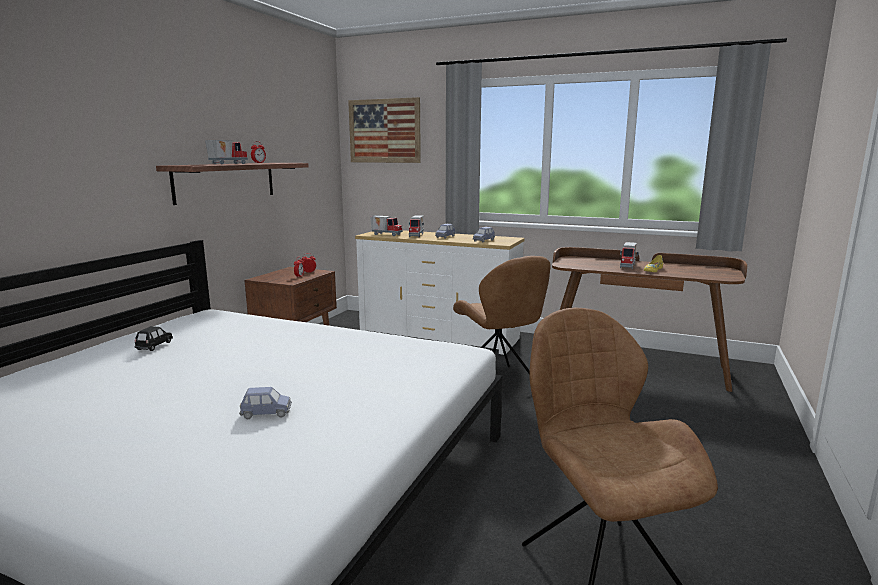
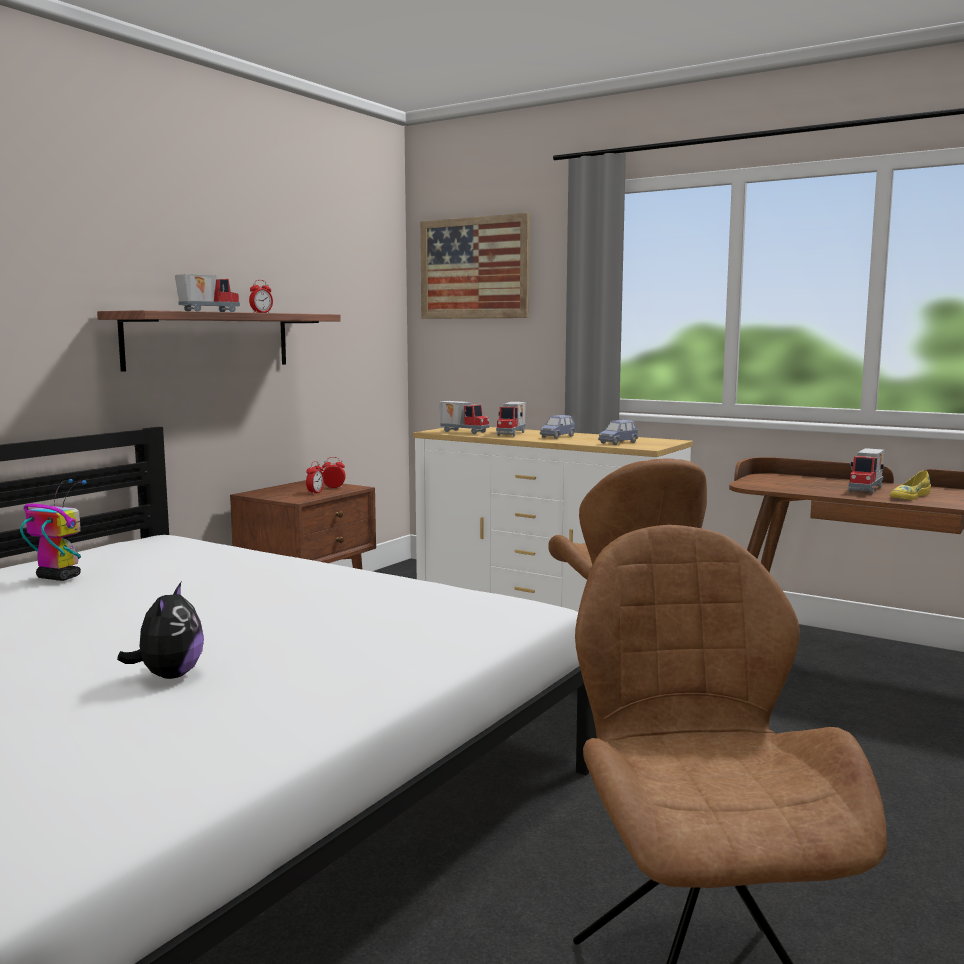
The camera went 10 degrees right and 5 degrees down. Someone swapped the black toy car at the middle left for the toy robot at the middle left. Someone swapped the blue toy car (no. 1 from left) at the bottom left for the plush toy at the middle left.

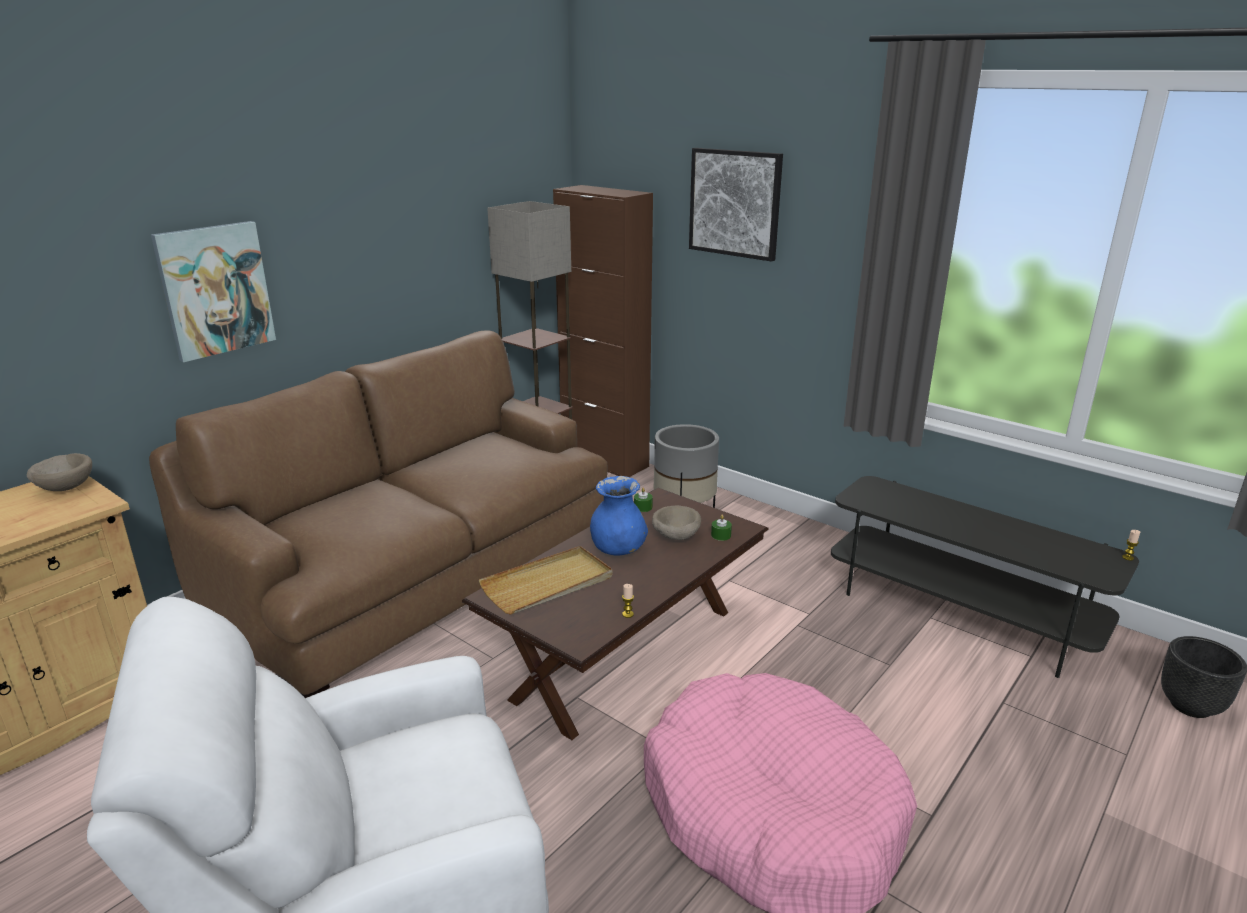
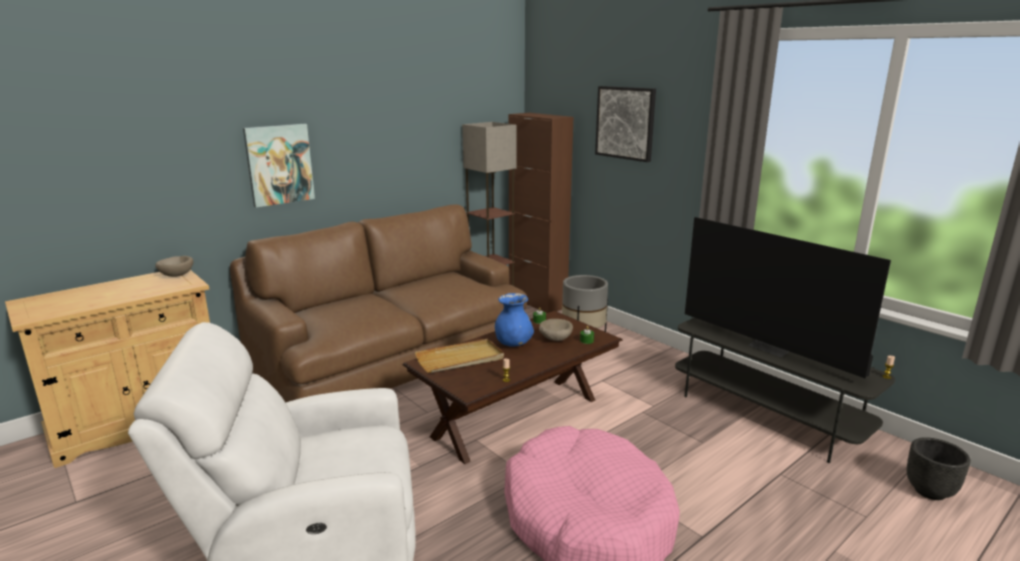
The camera went 10 degrees right and 5 degrees down. Someone put down the television at the middle right.

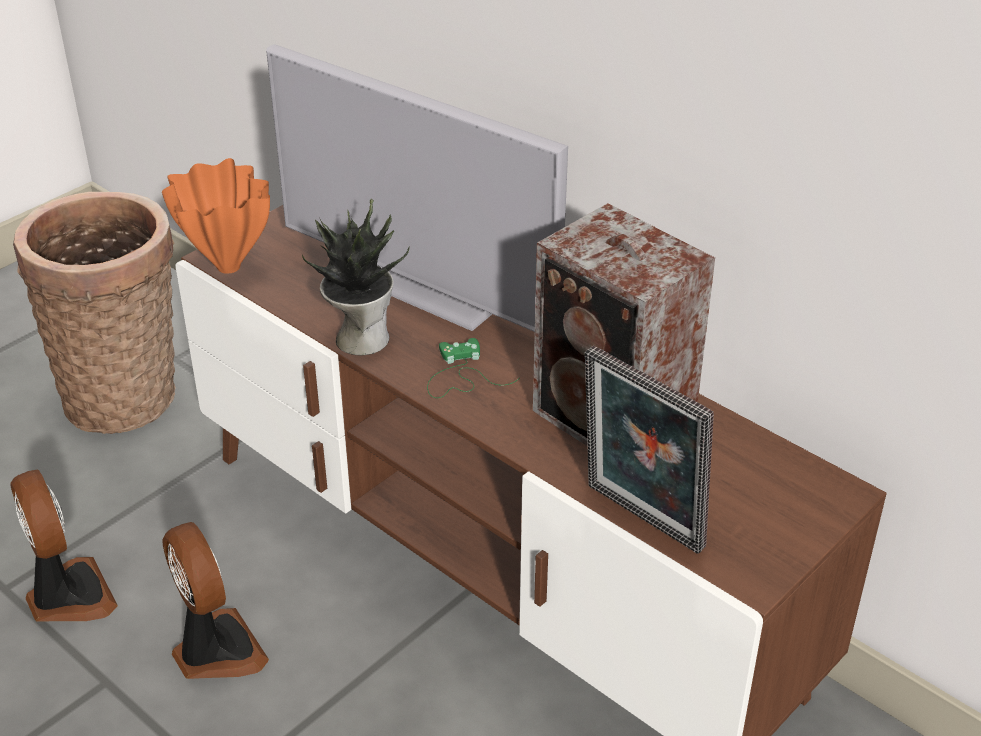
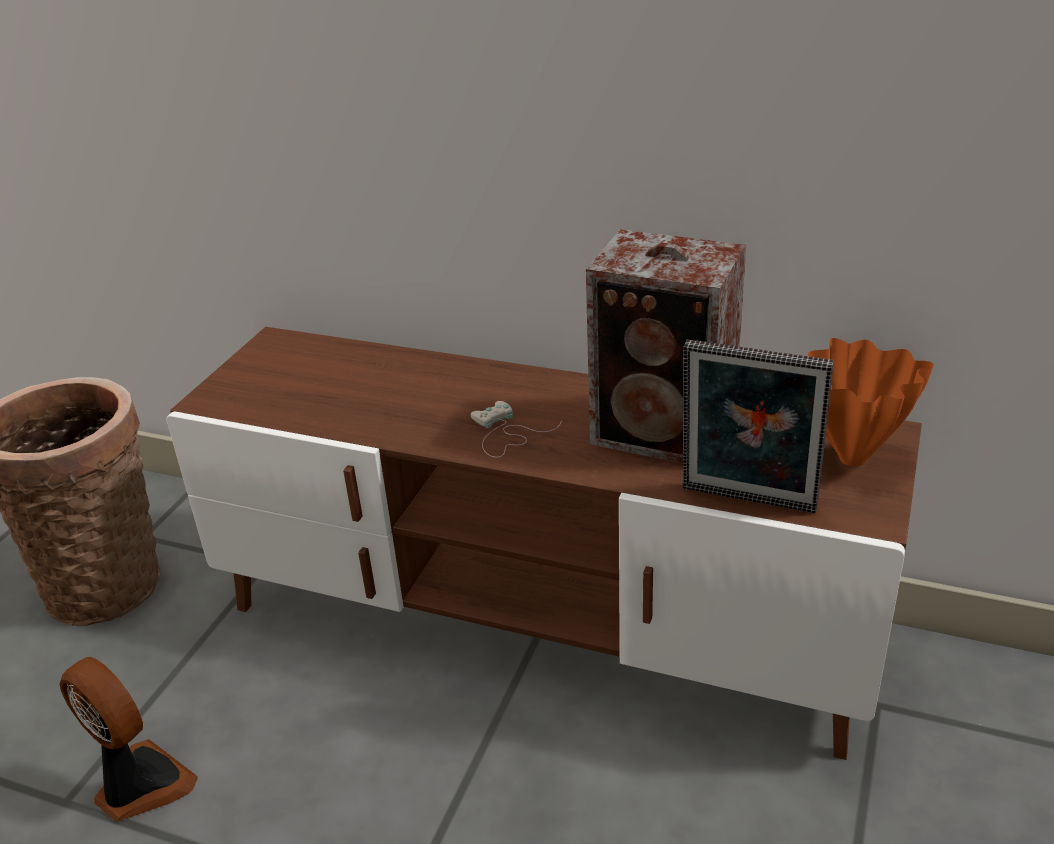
The camera went 20 degrees left and 5 degrees down. Someone repainted the green game controller at the centre, which became the white game controller at the centre. Someone carried the orange vase from the top left to the middle right. Someone took away the fan (no. 2 from left) at the bottom left. Someone took away the television at the top centre. Someone took away the potted plant at the centre.

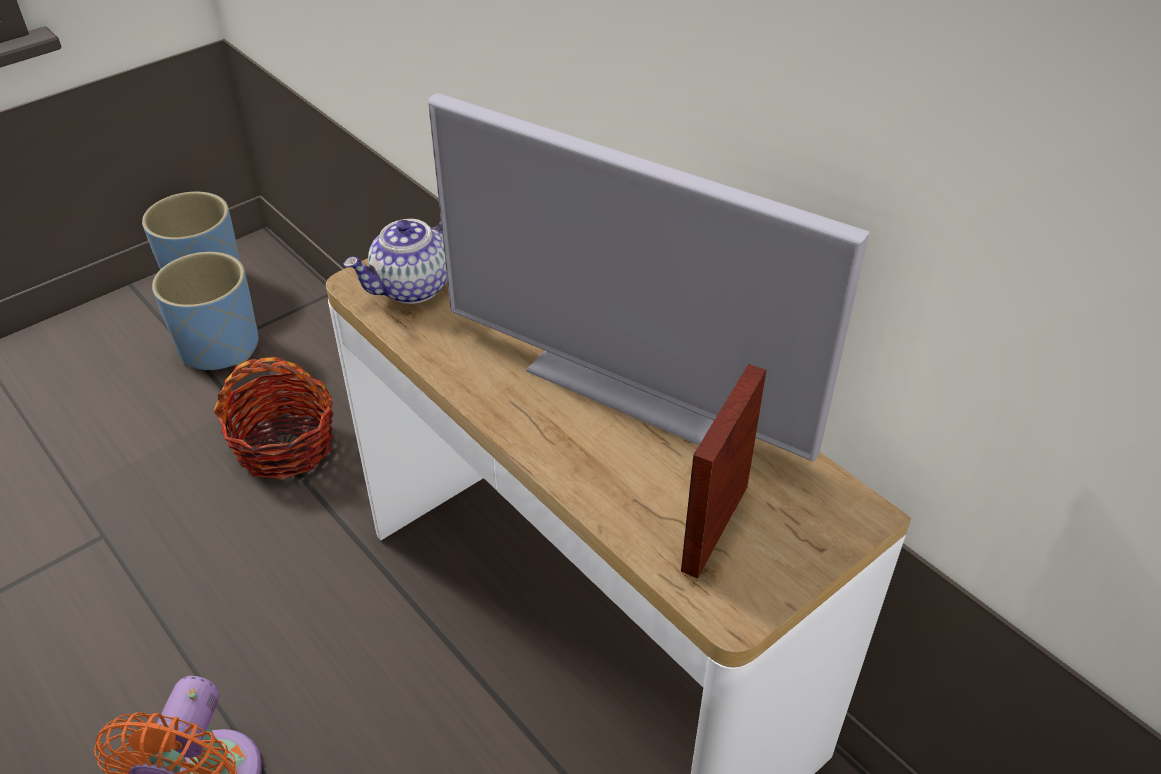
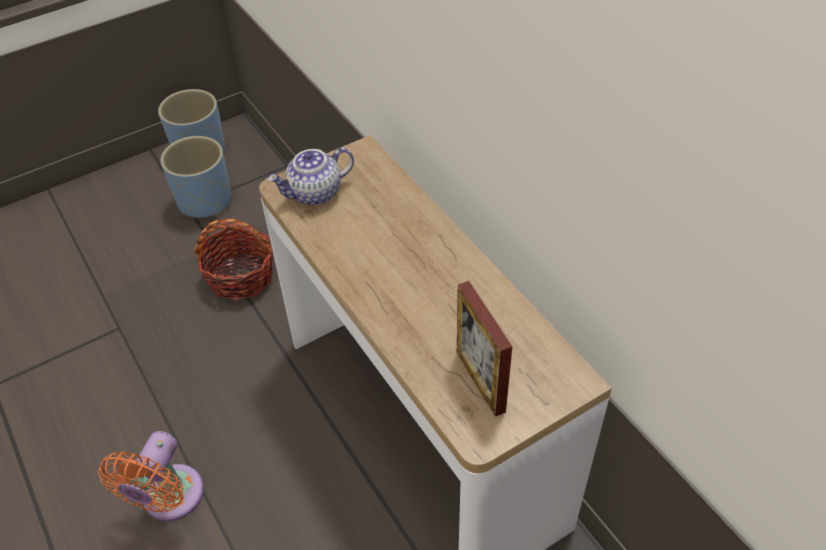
The camera went 10 degrees right and 5 degrees up. Someone rotated the picture frame at the centre by 60 degrees counterclockwise. Someone took away the television at the centre.

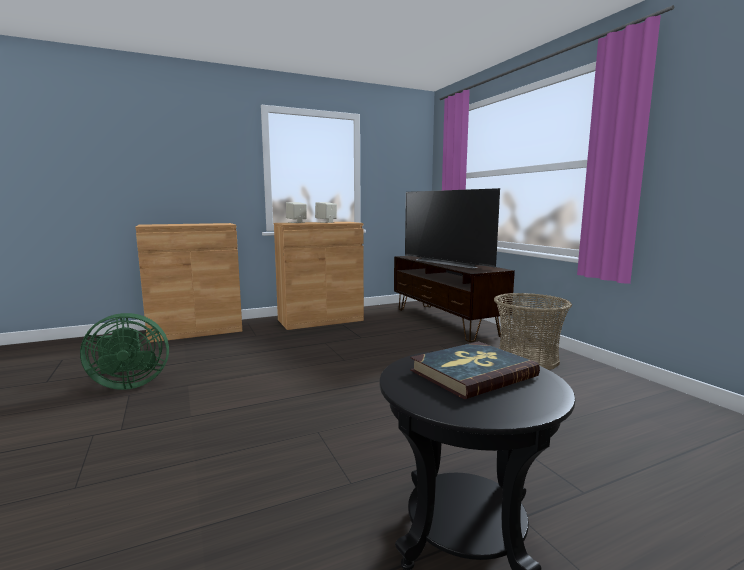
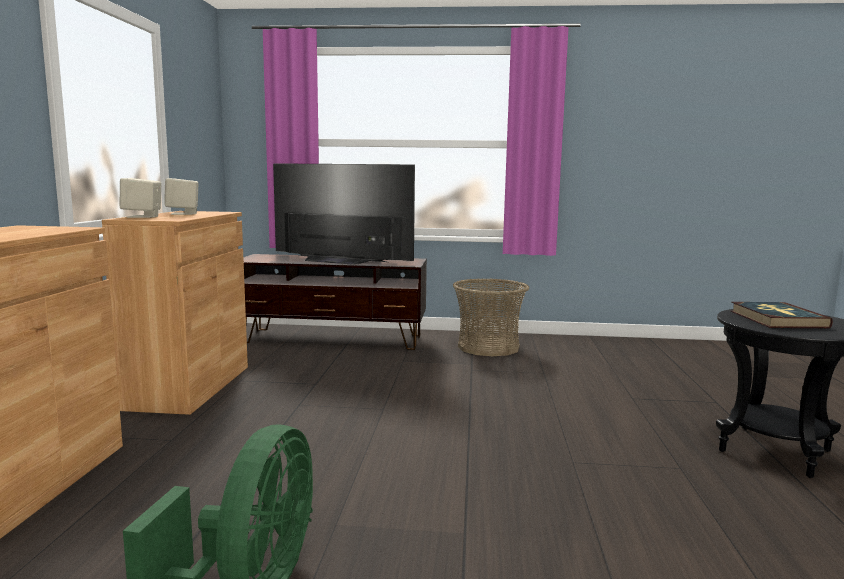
The camera went 60 degrees left and 0 degrees up. Someone rotated the television at the centre by 150 degrees counterclockwise.

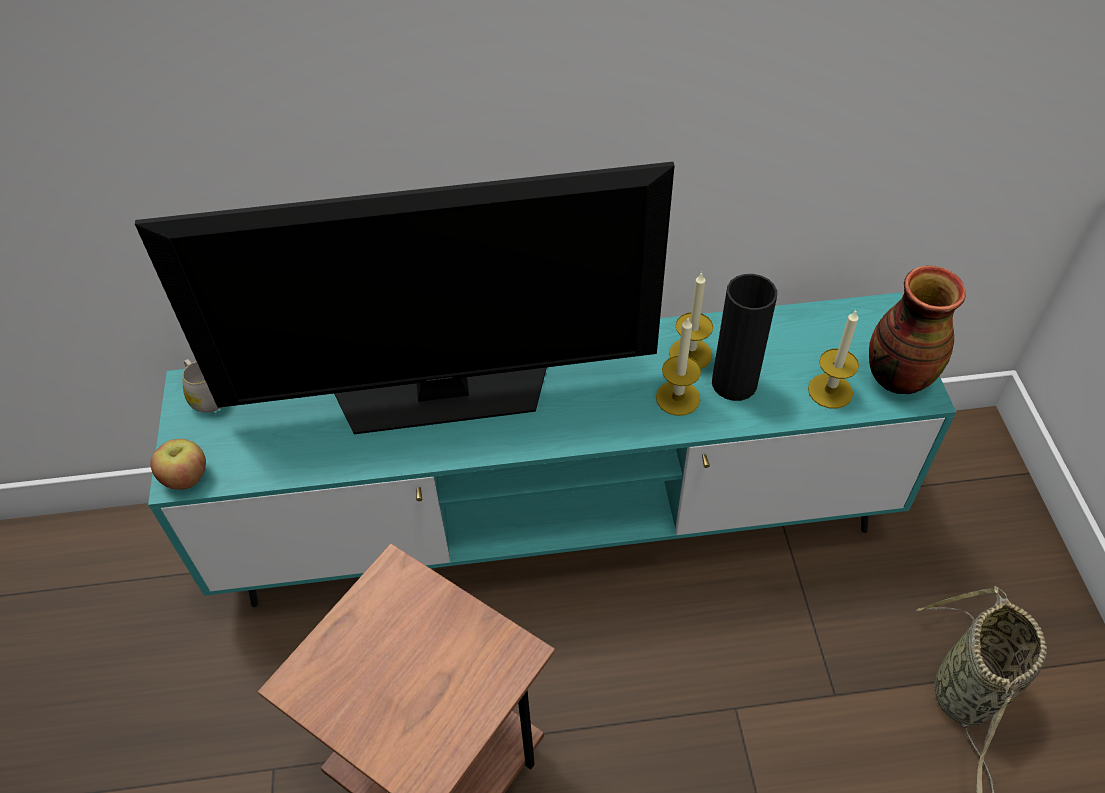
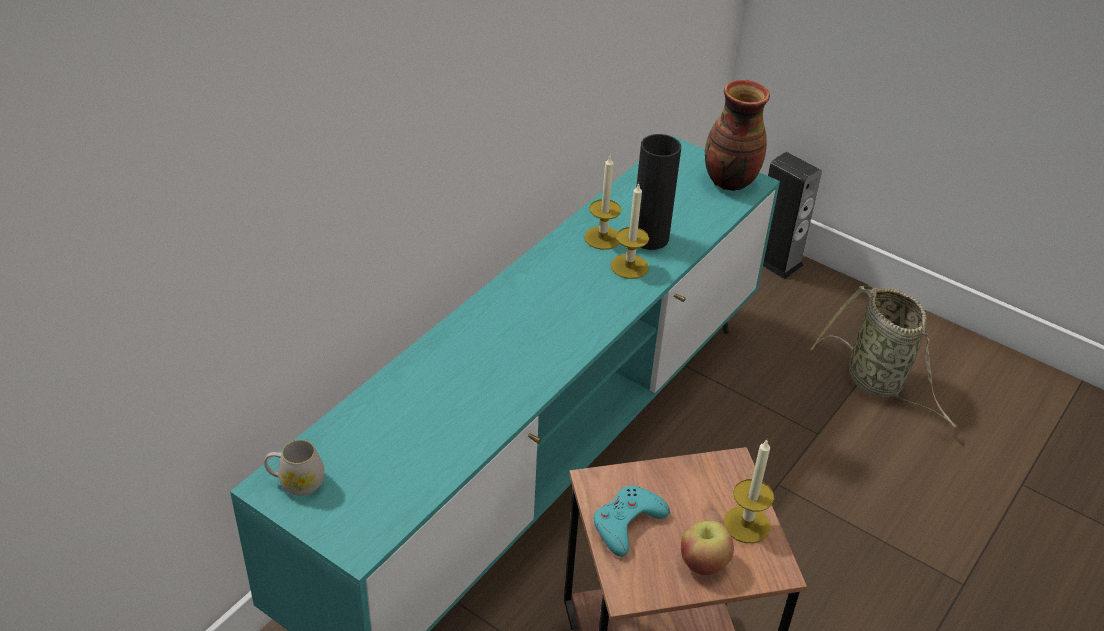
The camera went 50 degrees left and 10 degrees down. Someone put down the turquoise game controller at the bottom centre. Someone carried the apple from the middle left to the bottom centre. Someone carried the candle (no. 3 from left) from the middle right to the bottom right. Someone put down the speaker at the middle right. Someone took away the television at the centre.

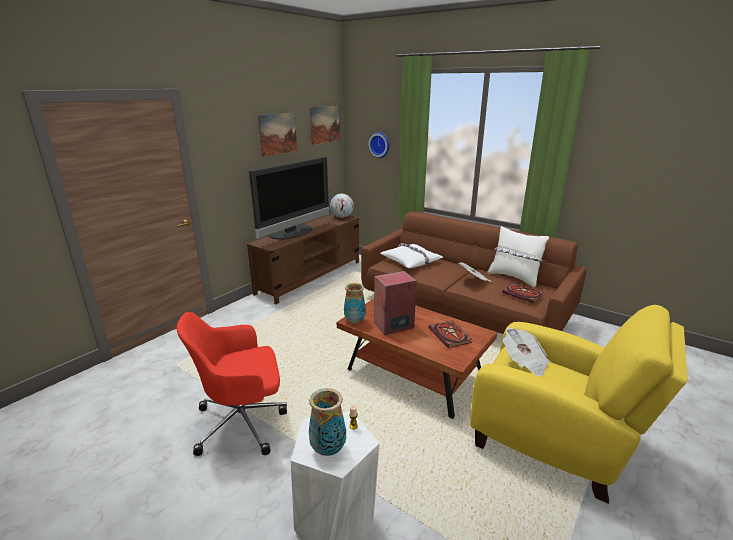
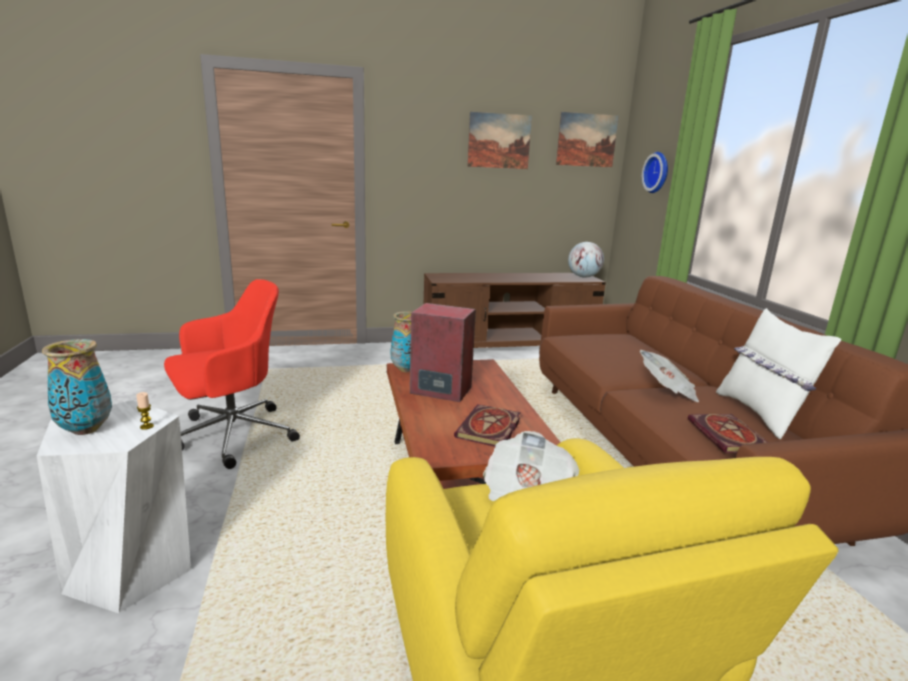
The camera went 40 degrees right and 5 degrees down. Someone rotated the red office chair at the bottom left by 120 degrees clockwise. Someone took away the television at the centre. Someone took away the white pillow (no. 1 from left) at the centre.

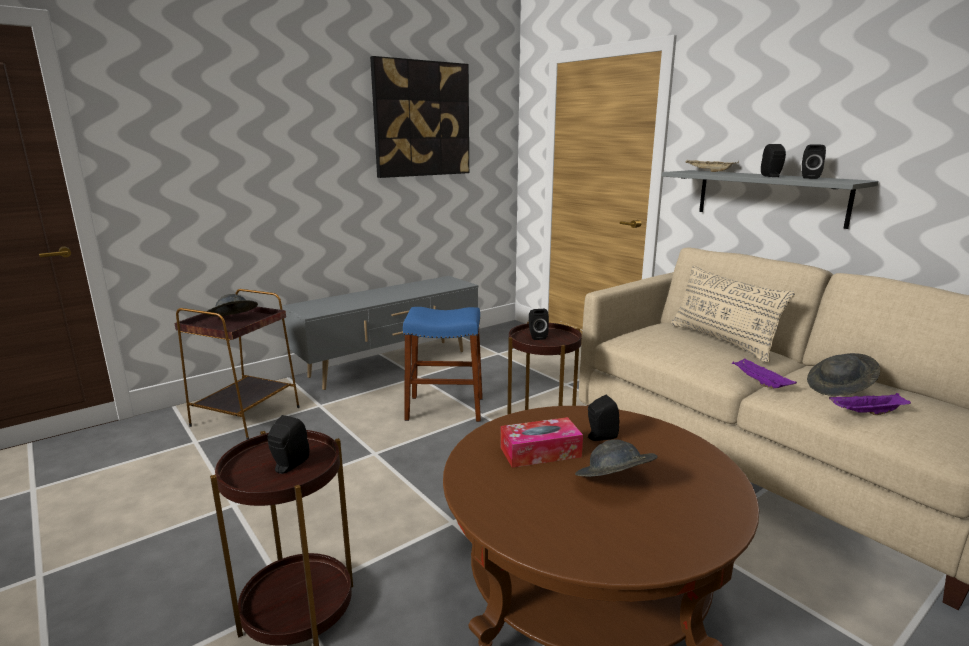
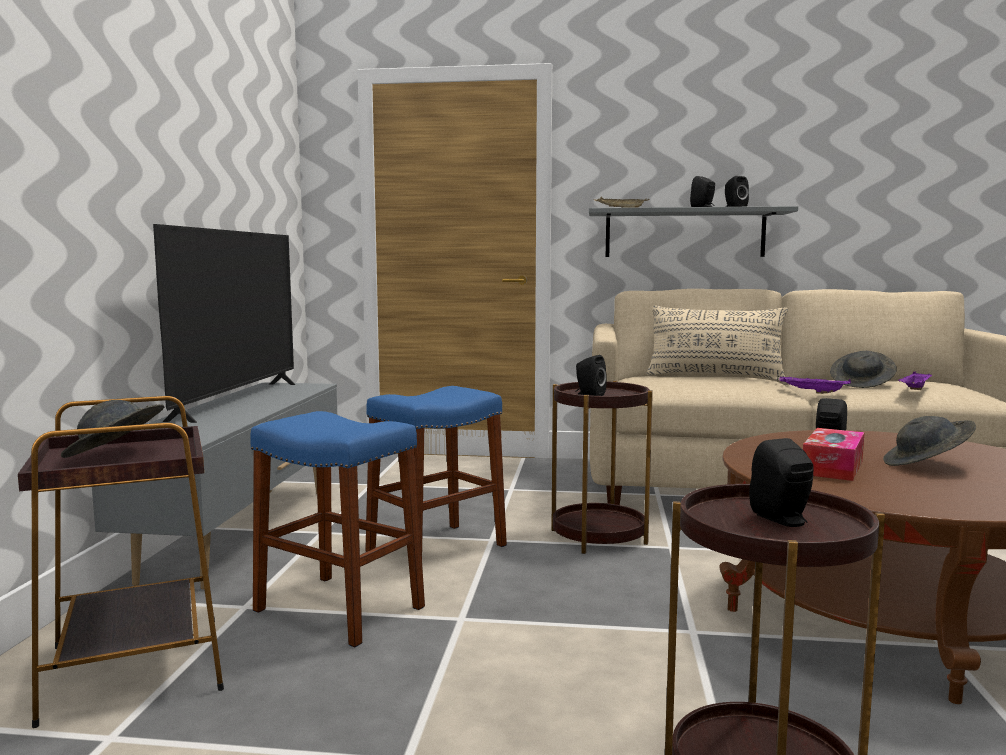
The camera went 45 degrees left and 10 degrees down. Someone put down the television at the middle left. Someone put down the blue stool (no. 1 from left) at the bottom centre. Someone took away the picture at the top centre.

